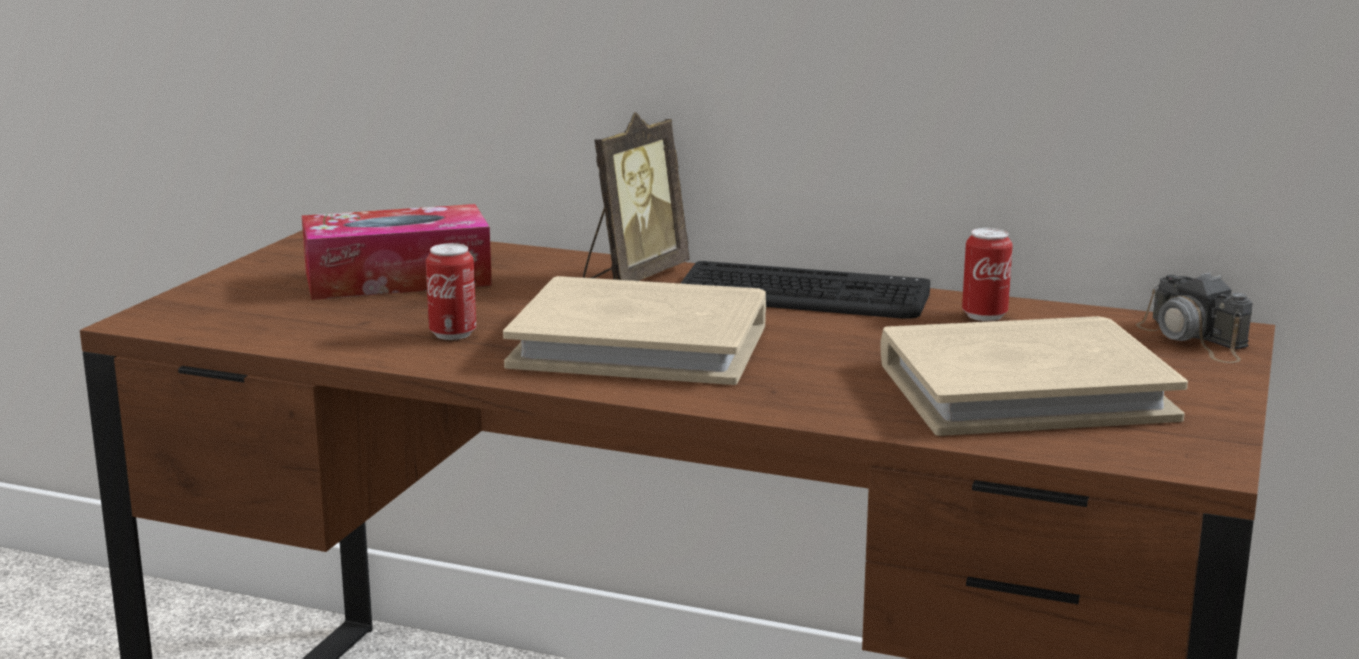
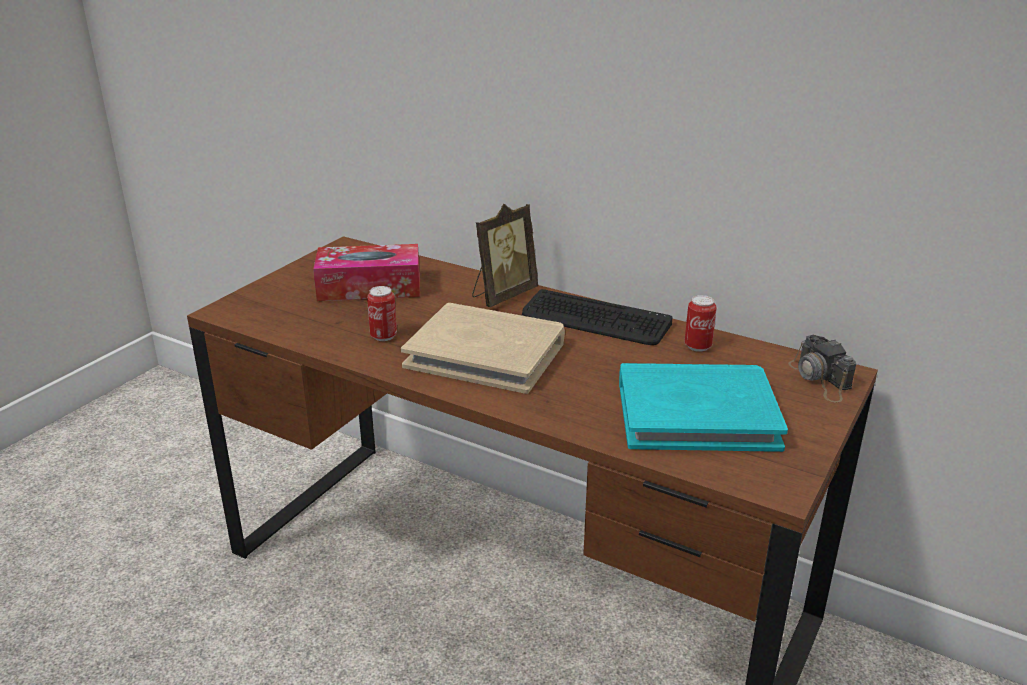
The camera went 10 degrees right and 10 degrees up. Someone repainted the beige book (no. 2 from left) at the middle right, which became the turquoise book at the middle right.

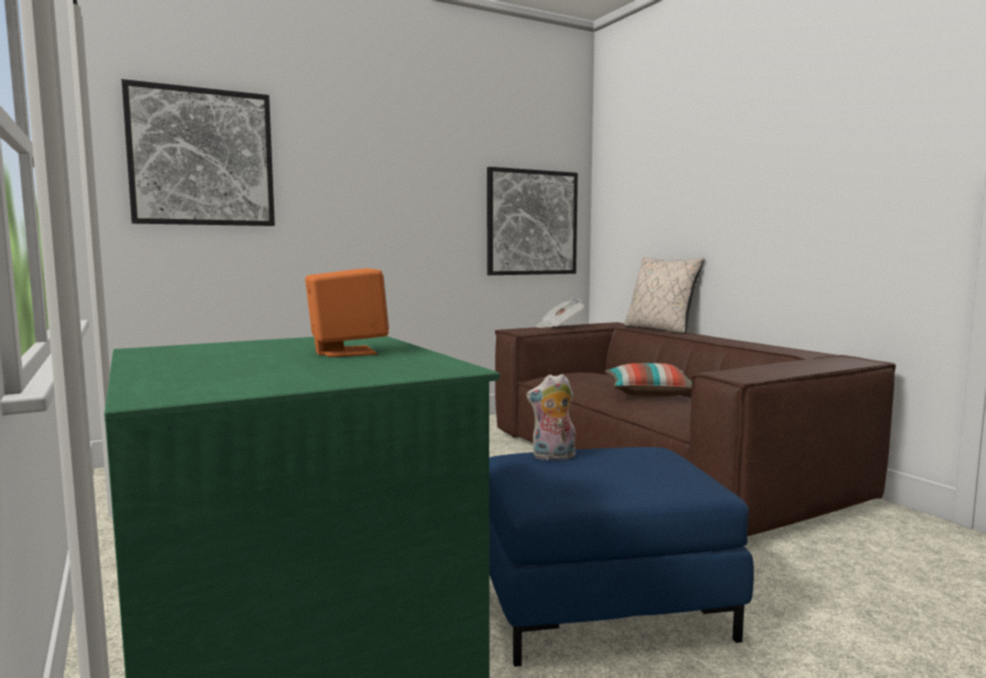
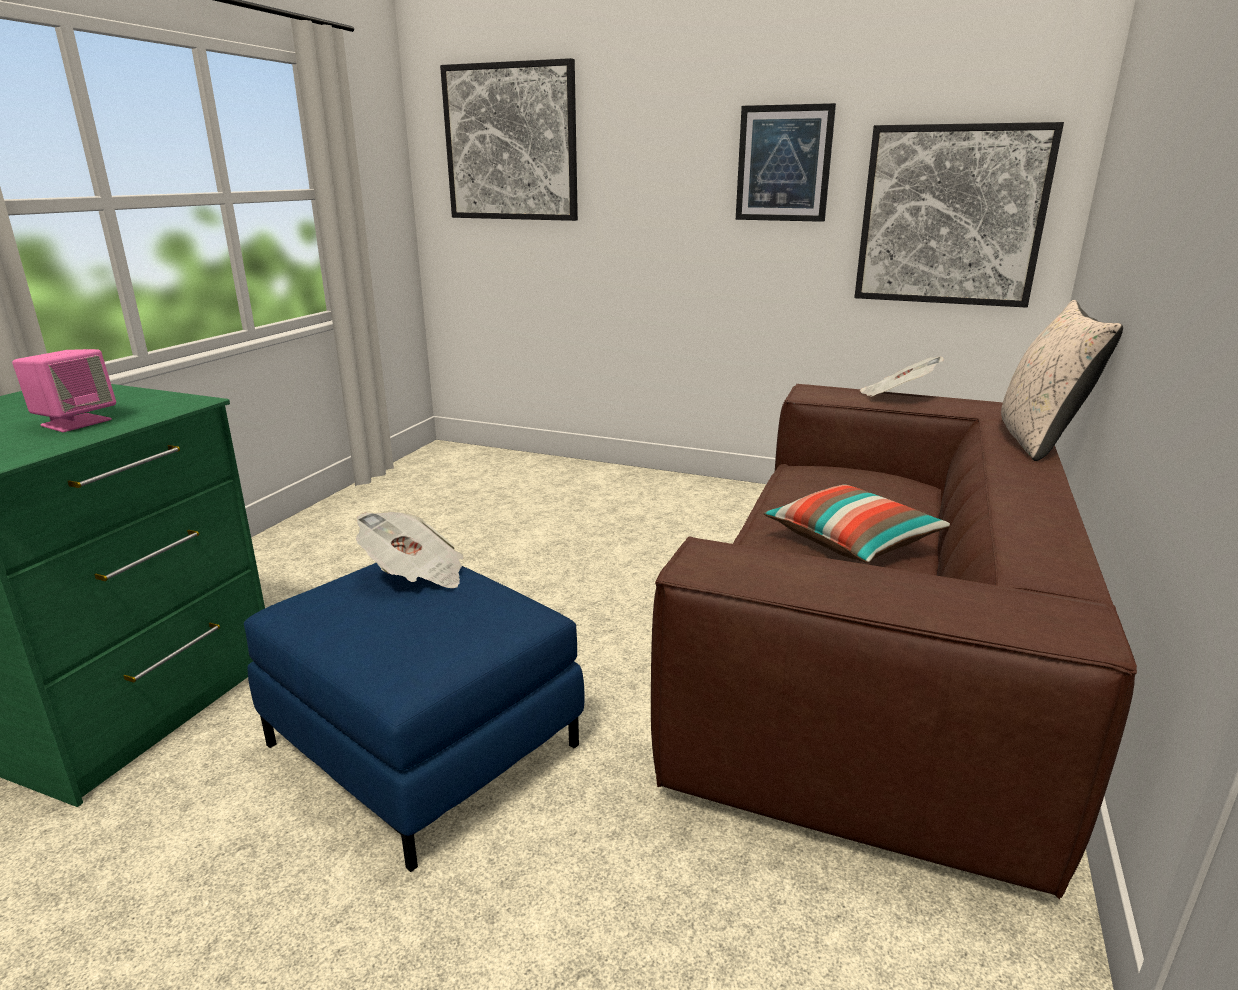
The camera went 50 degrees right and 15 degrees up. Someone repainted the orange speaker at the centre, which became the pink speaker at the middle left. Someone swapped the plush toy at the centre for the newspaper (no. 1 from left) at the middle left. Someone put up the picture (no. 2 from left) at the top centre.

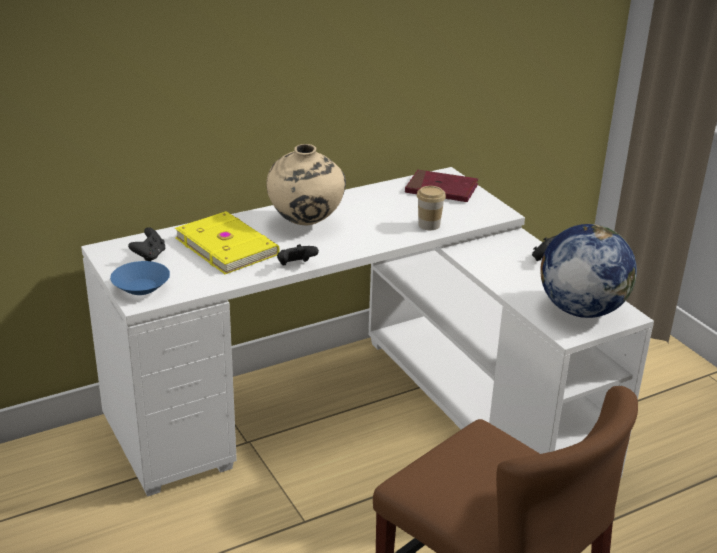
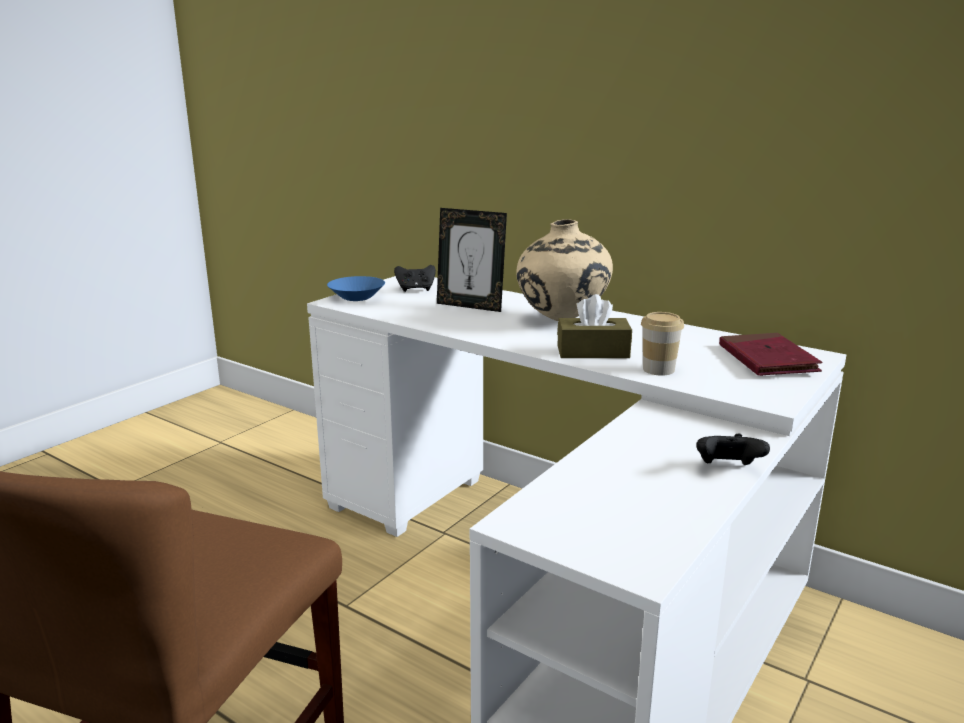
The camera went 65 degrees right and 10 degrees down. Someone swapped the yellow book at the middle left for the picture frame at the centre. Someone put down the brown tissue box at the centre. Someone took away the black game controller (no. 2 from left) at the centre. Someone took away the globe at the middle right.

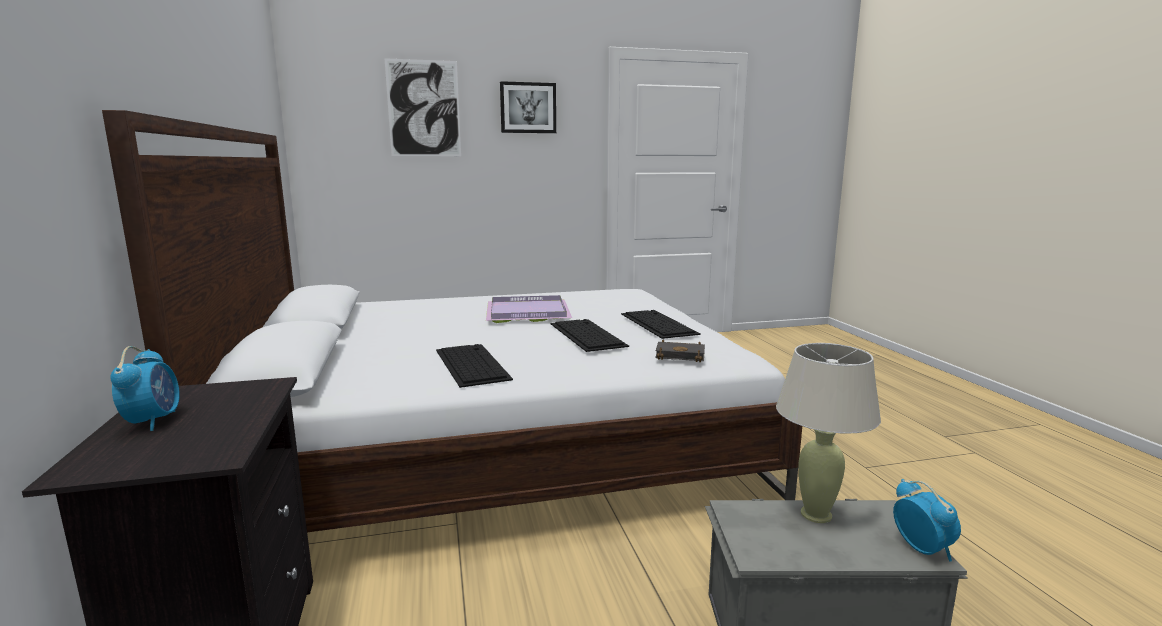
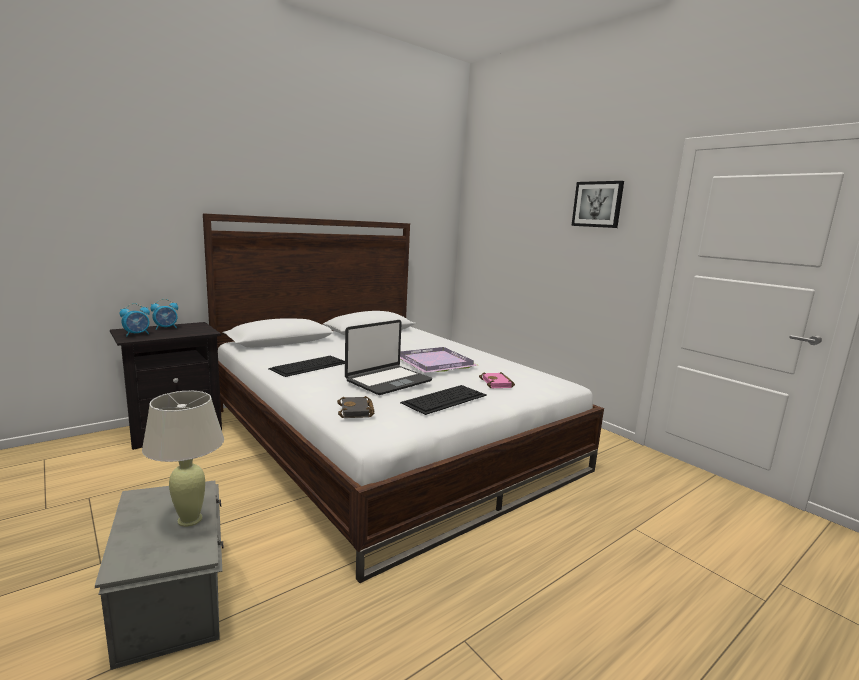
The camera went 65 degrees right and 0 degrees up. Someone carried the alarm clock (no. 2 from left in the first image) from the bottom right to the middle left. Someone swapped the keyboard (no. 2 from left) at the centre for the laptop at the centre. Someone put down the pink book at the centre. Someone took away the picture (no. 1 from left) at the top centre.

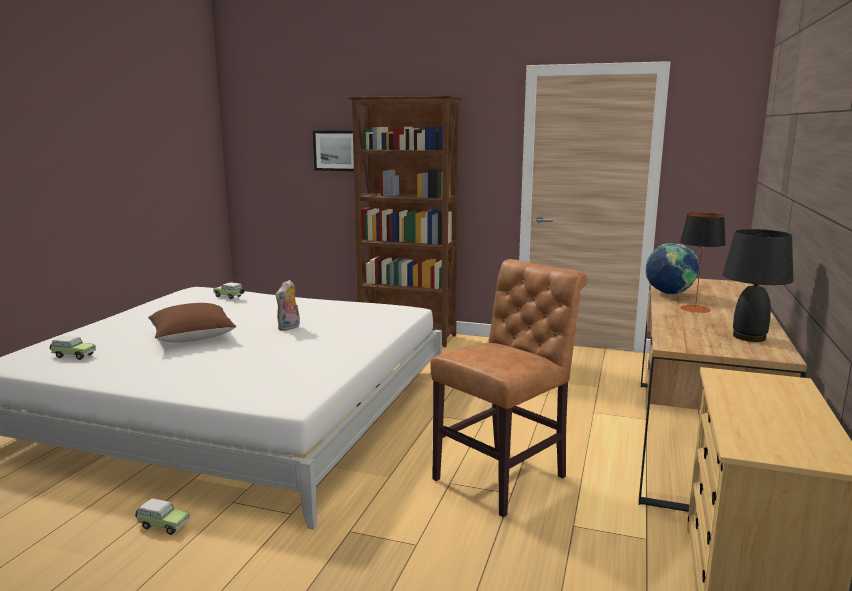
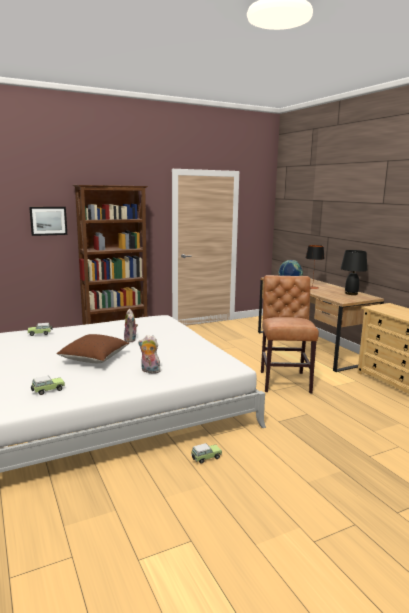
The camera went 45 degrees left and 0 degrees up. Someone put down the plush toy (no. 2 from left) at the centre.

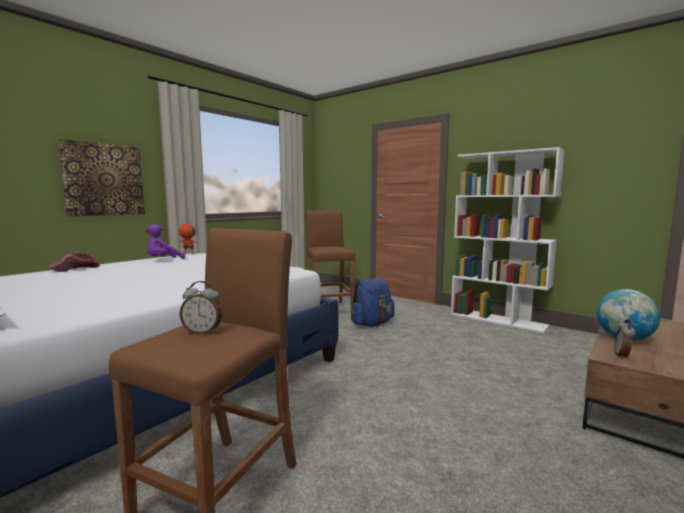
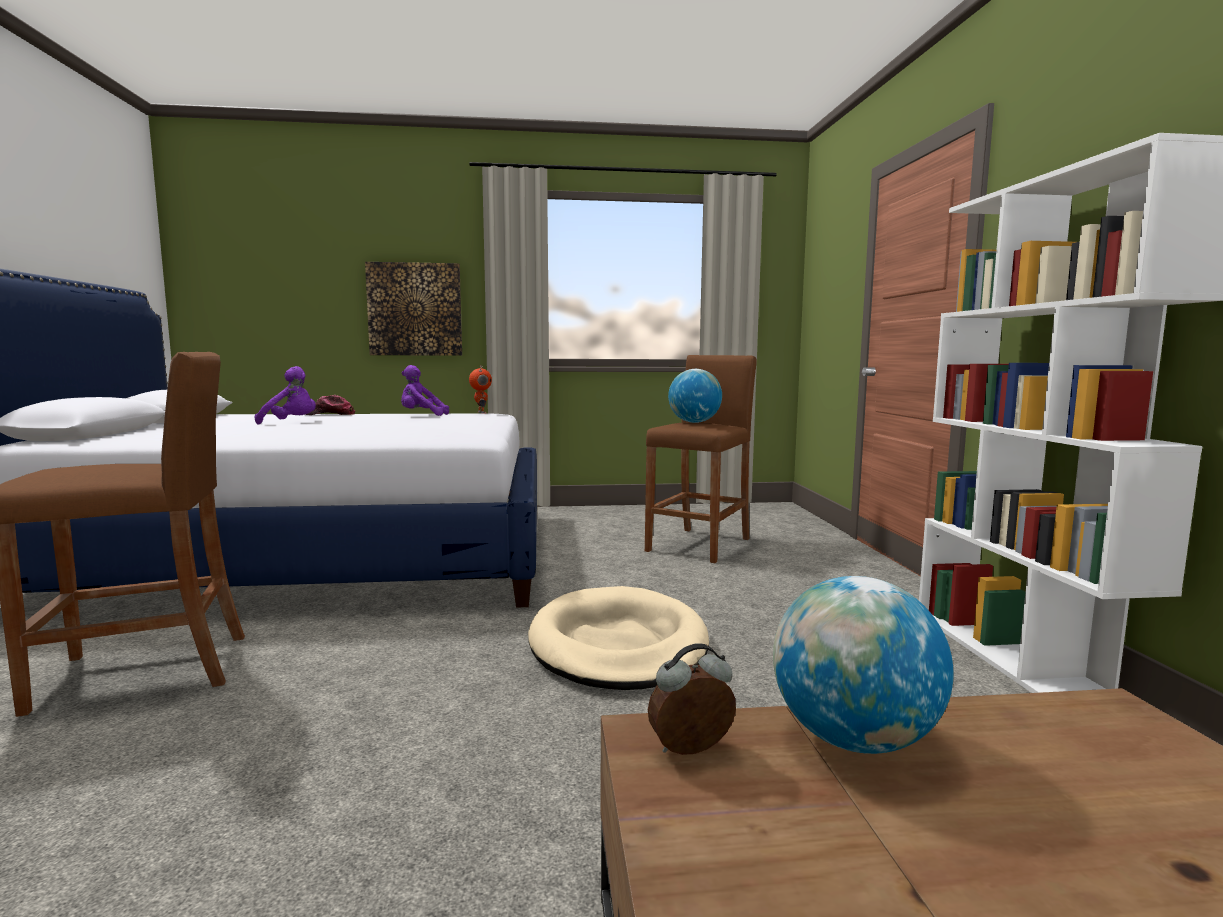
The camera went 45 degrees right and 0 degrees up. Someone put down the purple plush toy (no. 1 from left) at the middle left. Someone put down the beige dog bed at the bottom centre. Someone put down the globe (no. 1 from left) at the centre. Someone took away the alarm clock (no. 1 from left) at the middle left. Someone took away the blue backpack at the centre.

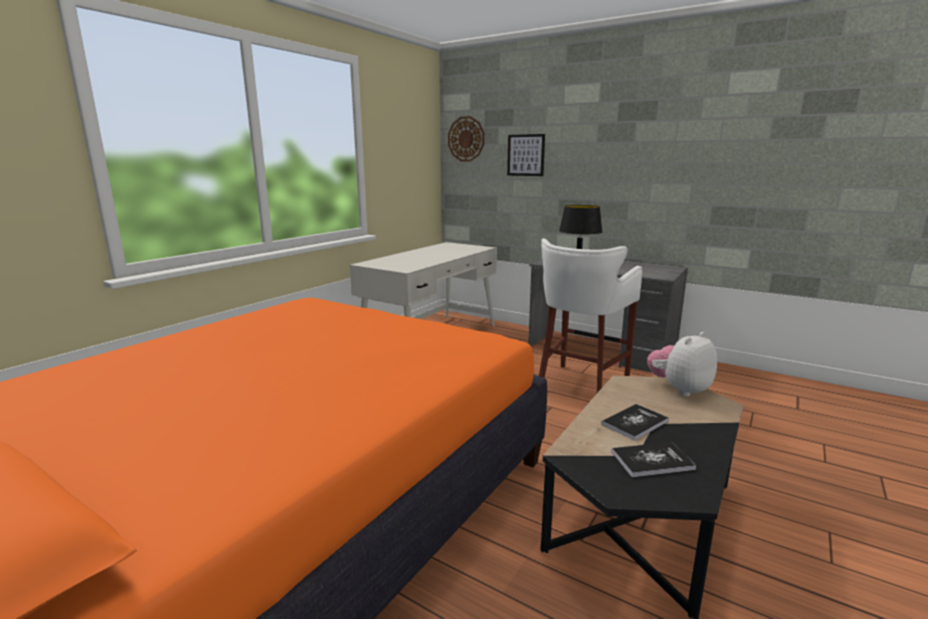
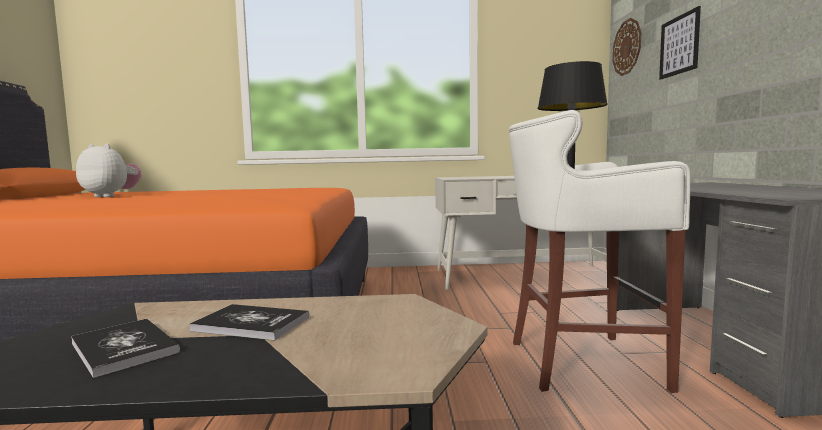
The camera went 55 degrees right and 10 degrees down. Someone carried the plush toy from the middle right to the middle left.

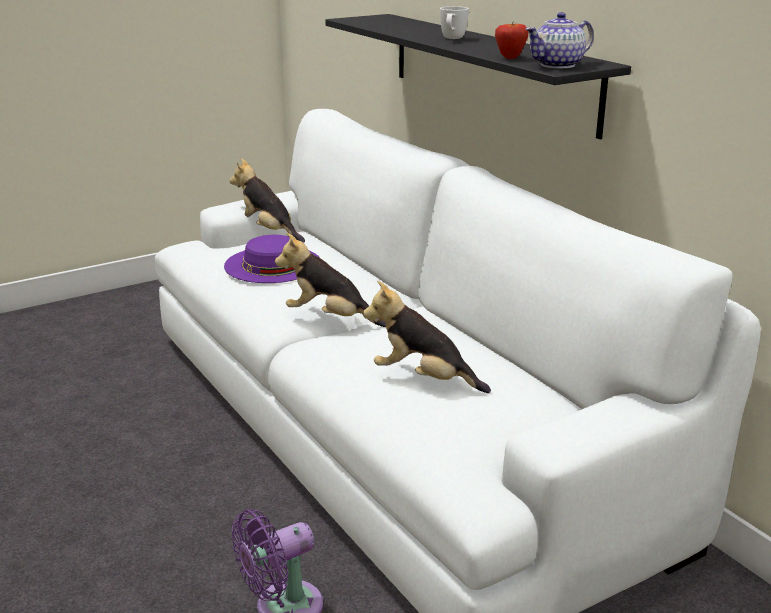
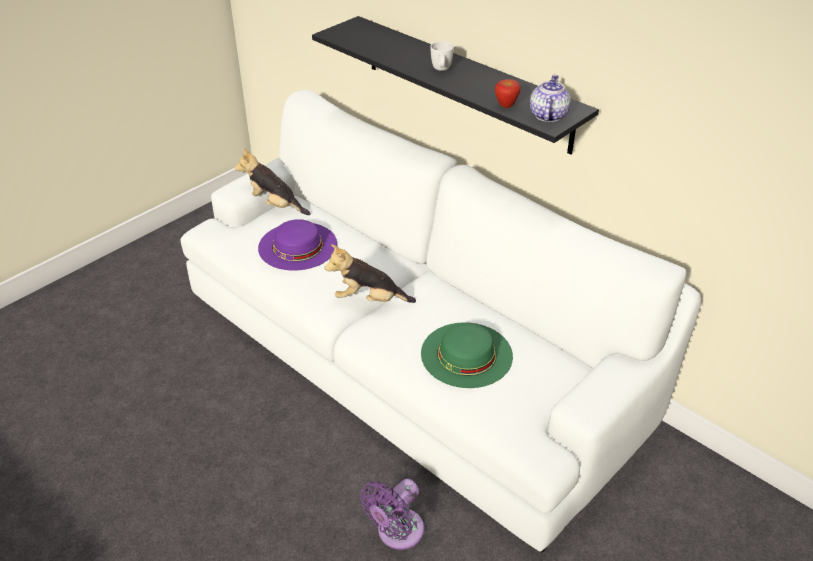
The camera went 15 degrees left and 15 degrees up. Someone swapped the plush toy (no. 3 from left) at the centre for the green hat at the centre. Someone rotated the teapot at the top right by 150 degrees clockwise.

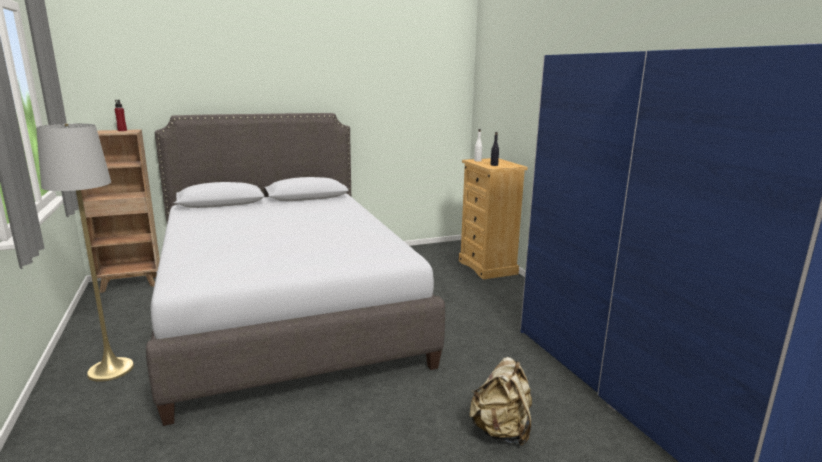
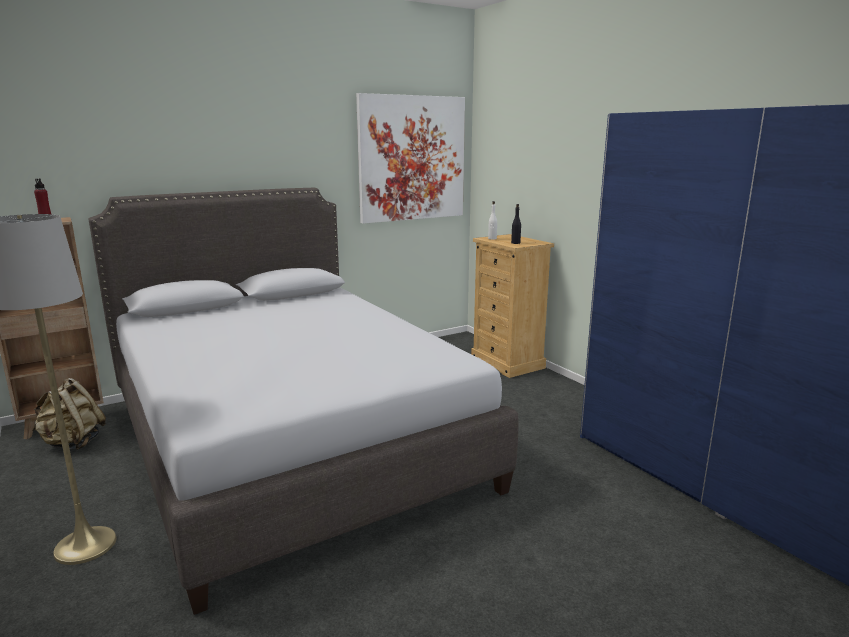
The camera went 10 degrees left and 0 degrees up. Someone carried the beige backpack from the bottom centre to the middle left. Someone put up the picture at the top centre.

